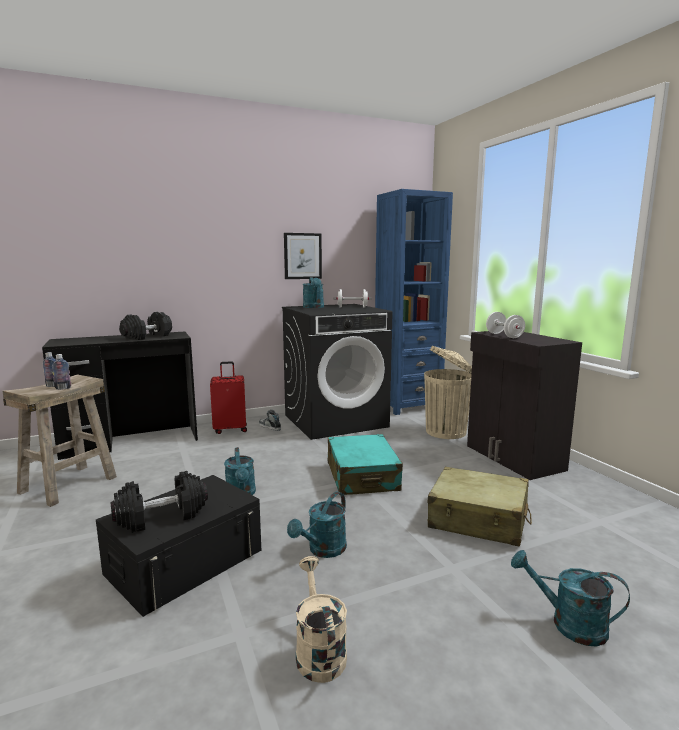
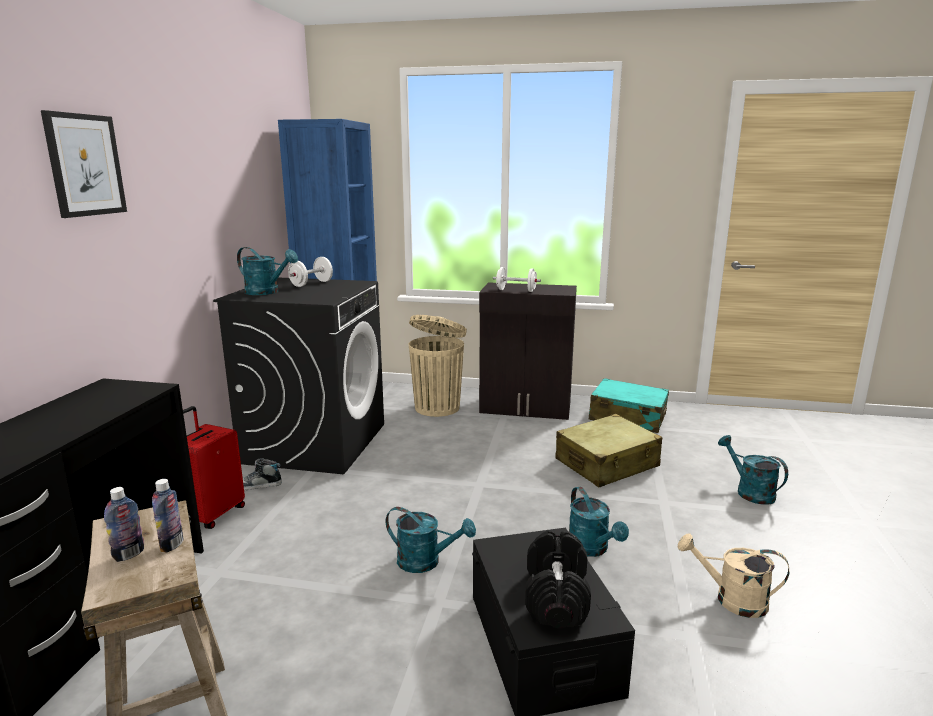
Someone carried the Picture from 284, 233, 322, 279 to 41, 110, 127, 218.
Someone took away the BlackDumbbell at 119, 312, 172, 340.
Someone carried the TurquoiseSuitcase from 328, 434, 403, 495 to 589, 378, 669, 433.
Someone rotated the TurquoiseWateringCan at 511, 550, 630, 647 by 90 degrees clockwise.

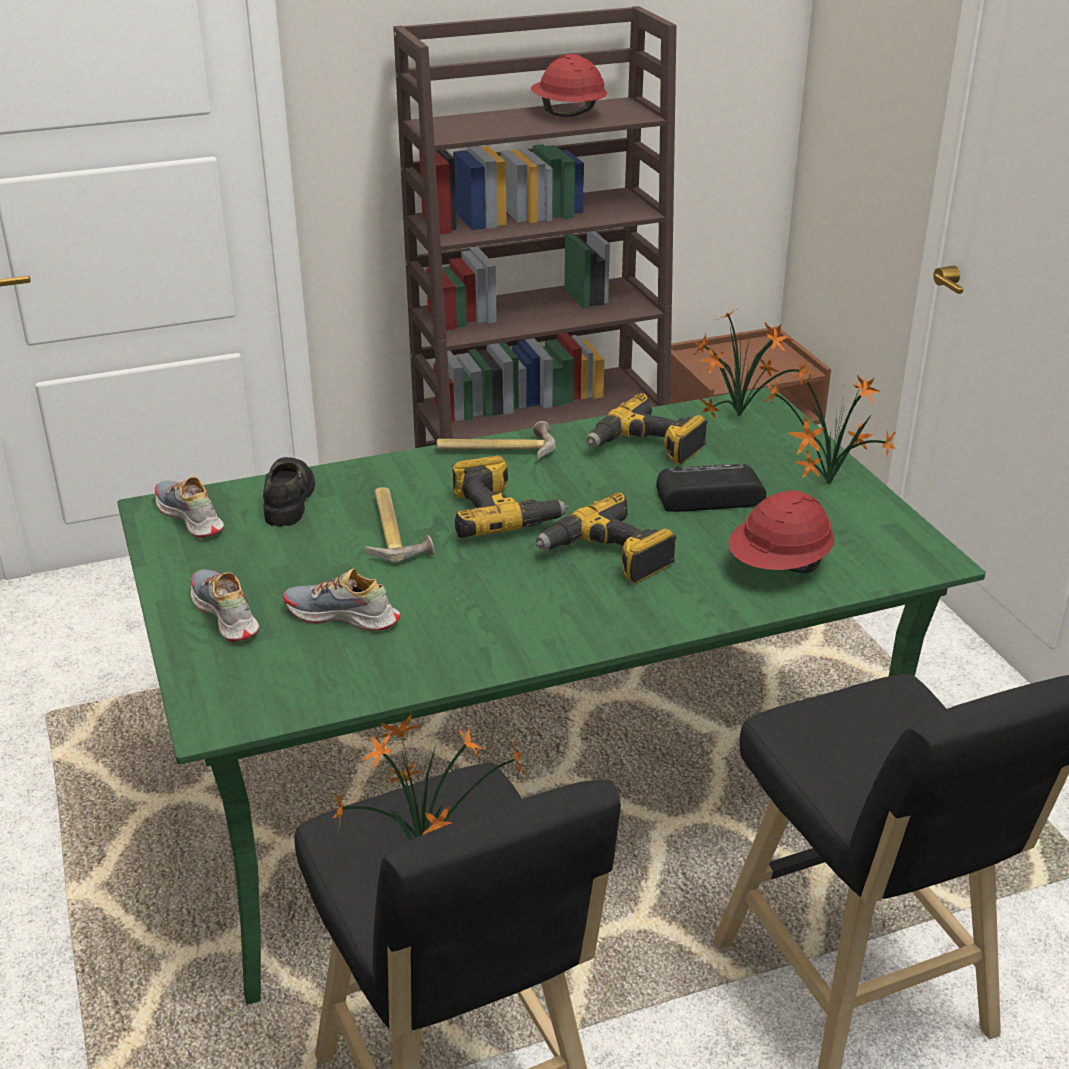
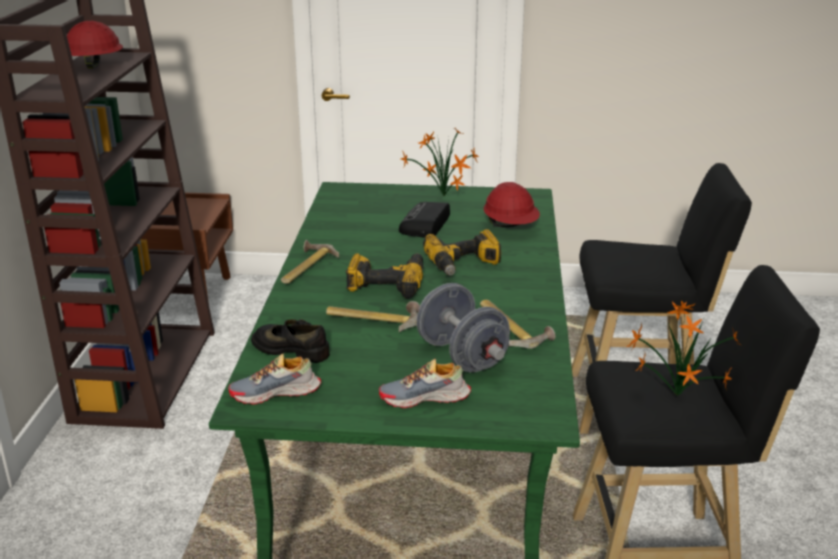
Someone took away the PottedPlant at 692, 307, 811, 421.
Someone took away the PowerDrill at 587, 393, 708, 465.
Someone swapped the Shoe at 283, 569, 400, 631 for the GreyDumbbell at 417, 283, 510, 372.
Someone put down the Hammer at 480, 300, 556, 349.

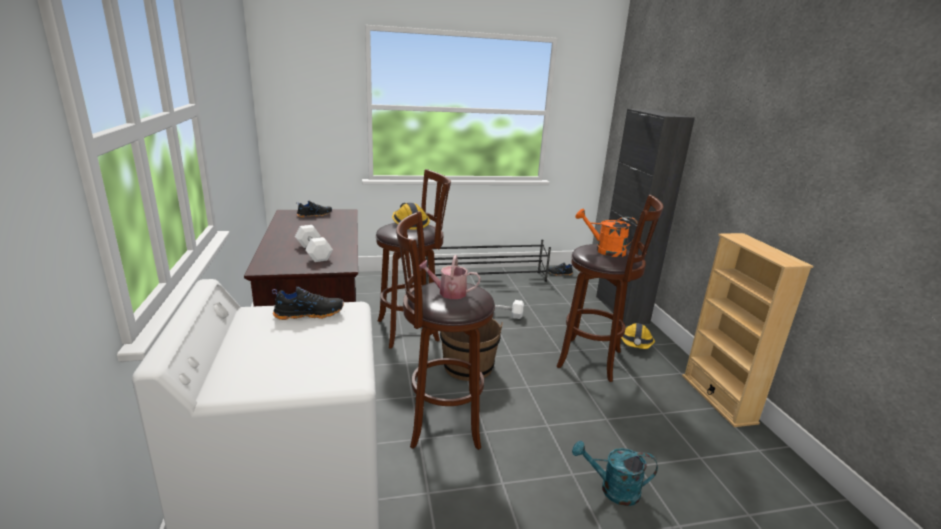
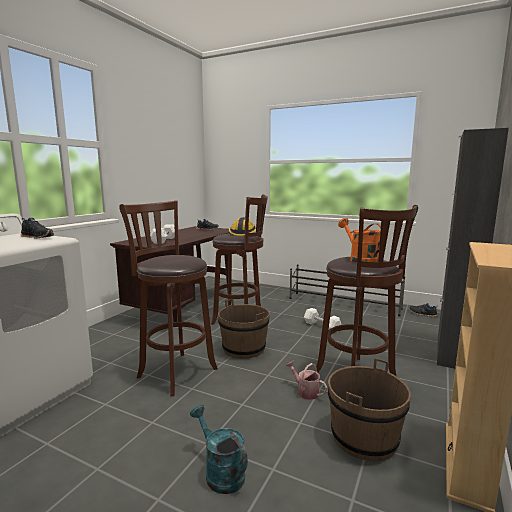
Someone carried the WateringCan from 420, 255, 481, 299 to 286, 361, 327, 400.
Someone took away the HardHat at 621, 323, 655, 349.
Someone put down the BrownBucket at 328, 358, 411, 461.

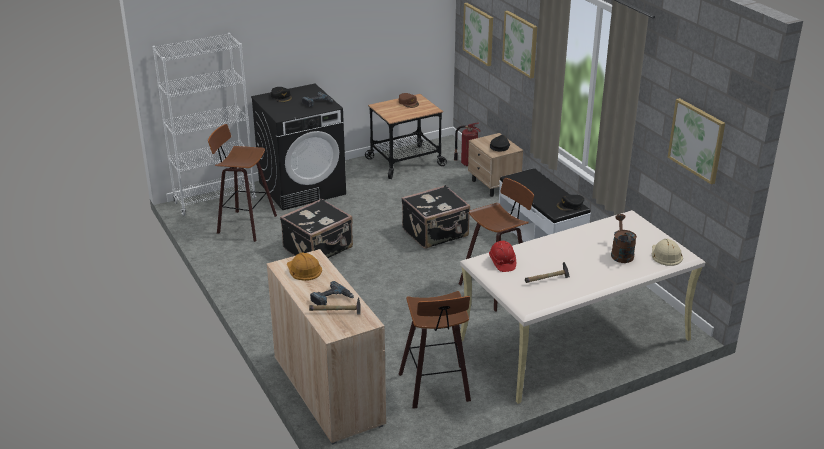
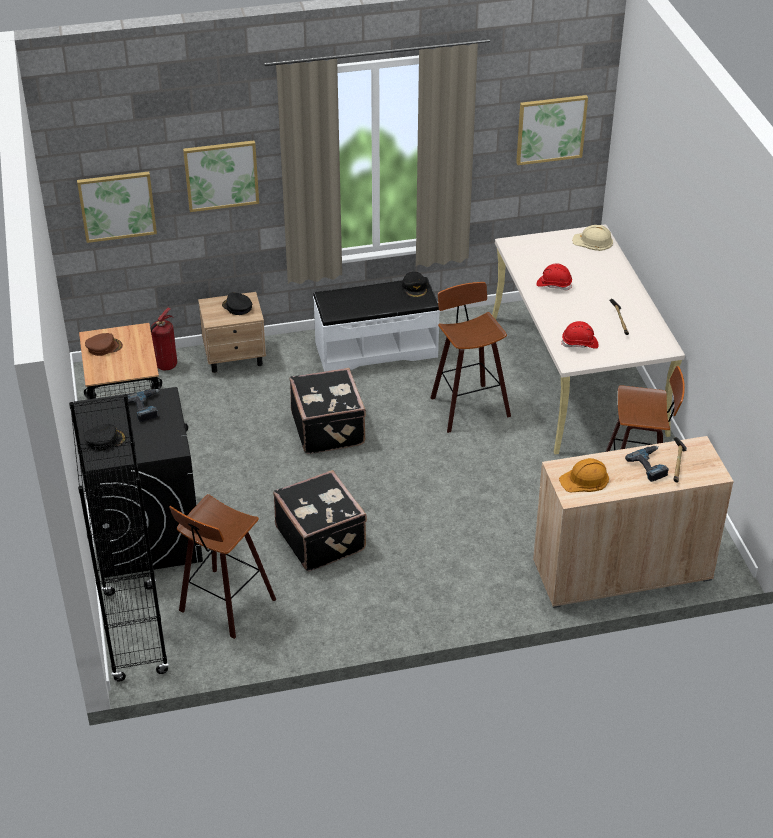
Someone repainted the WhiteBookcase at 152, 33, 256, 216, which became the BlackBookcase at 69, 394, 169, 681.
Someone took away the BrownWateringCan at 611, 214, 637, 263.
Someone put down the RedHardHat at 537, 264, 572, 290.

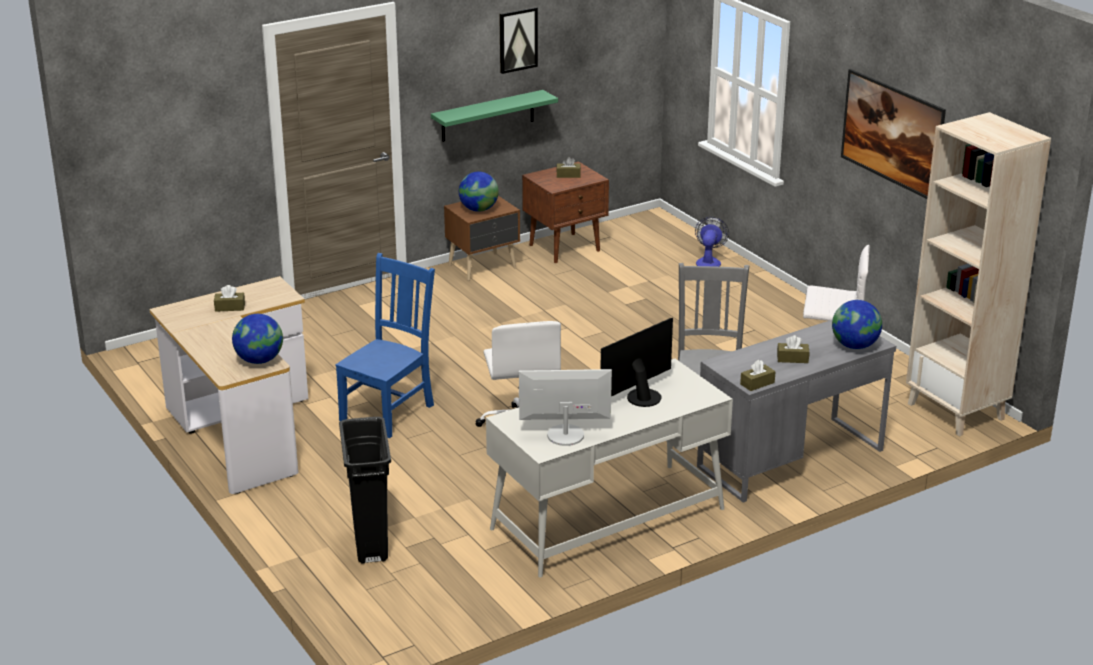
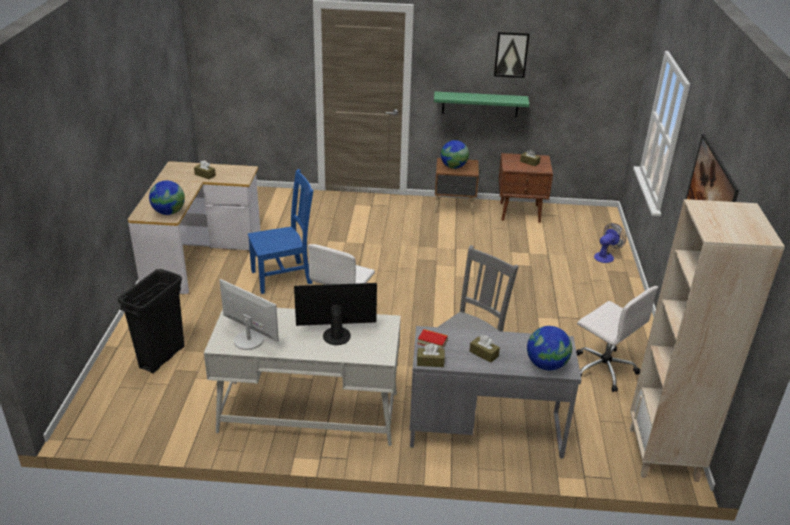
Someone put down the Book at 418, 329, 448, 349.

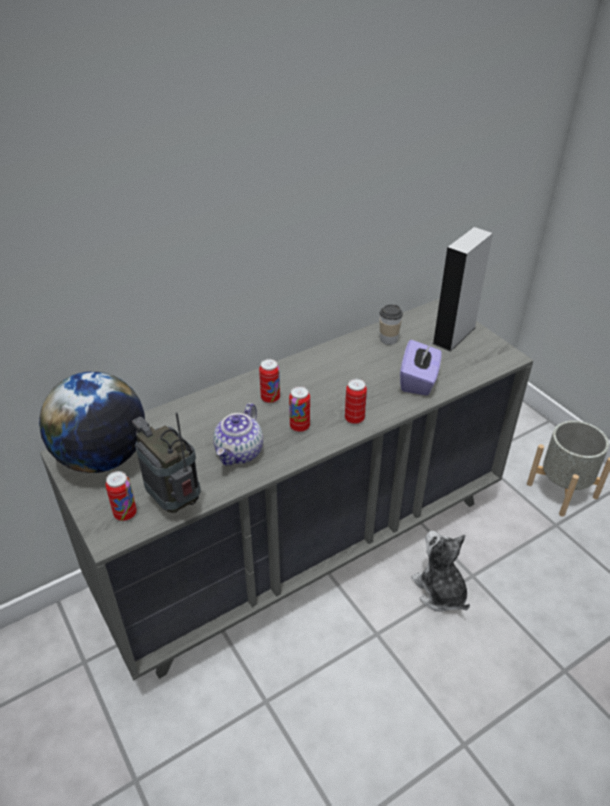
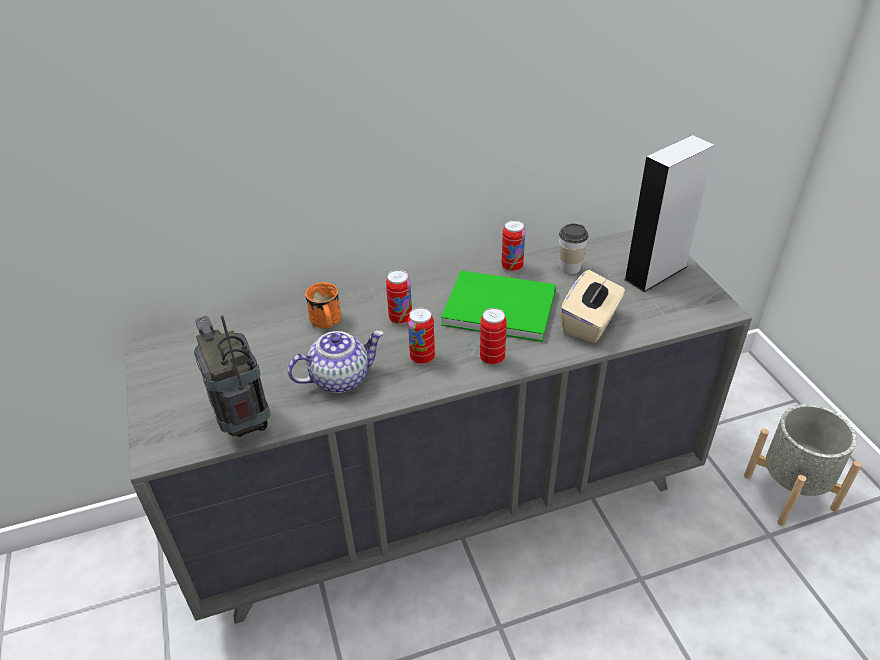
Someone repainted the PurpleTissueBox at 400, 340, 442, 396, which became the BeigeTissueBox at 560, 270, 625, 343.
Someone took away the Globe at 39, 372, 145, 473.
Someone rotated the Teapot at 213, 403, 263, 466 by 150 degrees counterclockwise.
Someone carried the Can from 106, 471, 137, 521 to 501, 220, 525, 272.
Someone took away the PlushToy at 411, 530, 470, 612.
Someone put down the GreenBook at 441, 271, 556, 342.
Someone put down the OrangeMug at 305, 282, 341, 329.

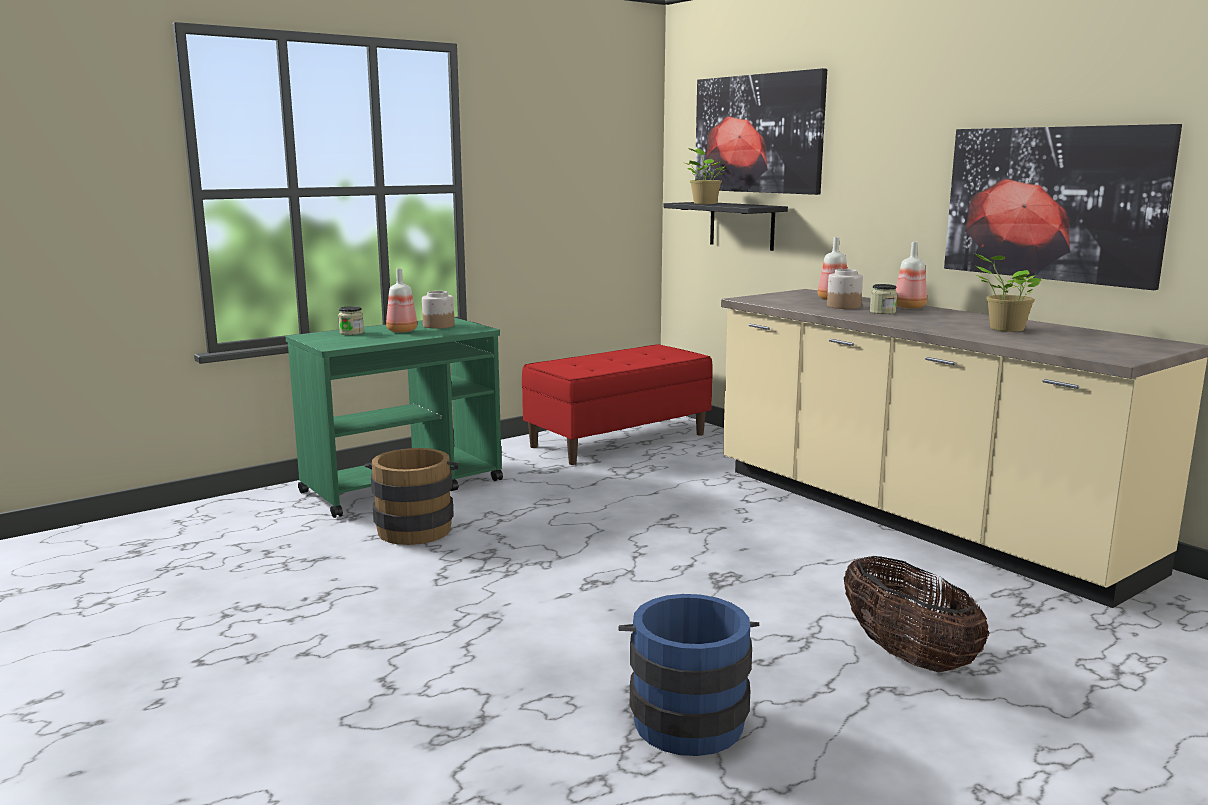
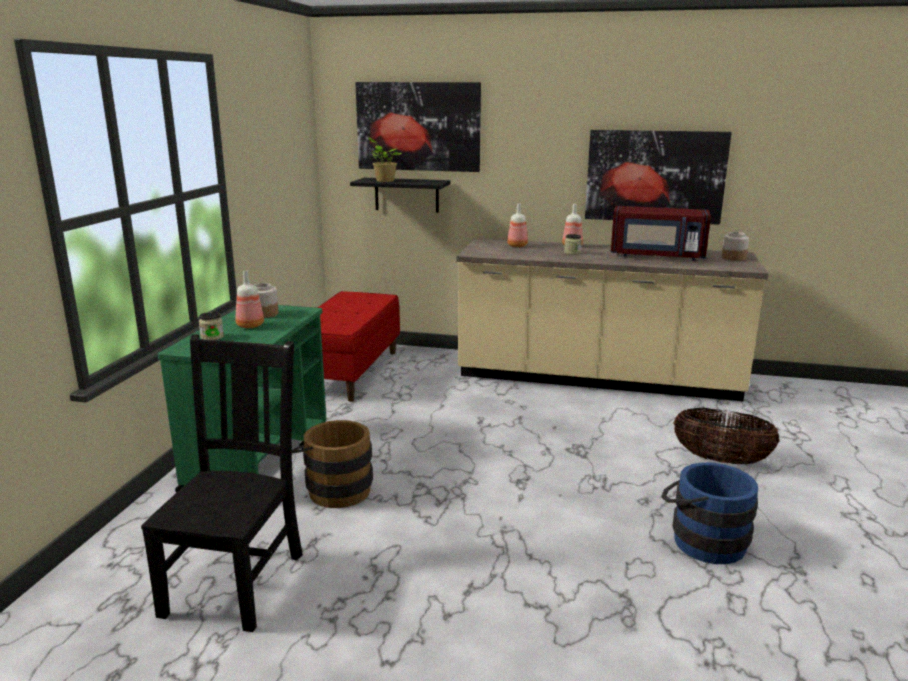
Someone swapped the PottedPlant at 974, 253, 1042, 332 for the RedMicrowave at 611, 206, 711, 261.
Someone carried the Jar from 827, 269, 863, 309 to 722, 232, 749, 261.
Someone put down the BlackChair at 141, 334, 303, 632.

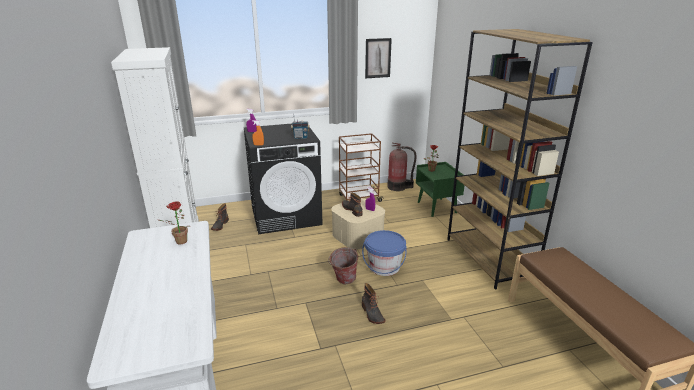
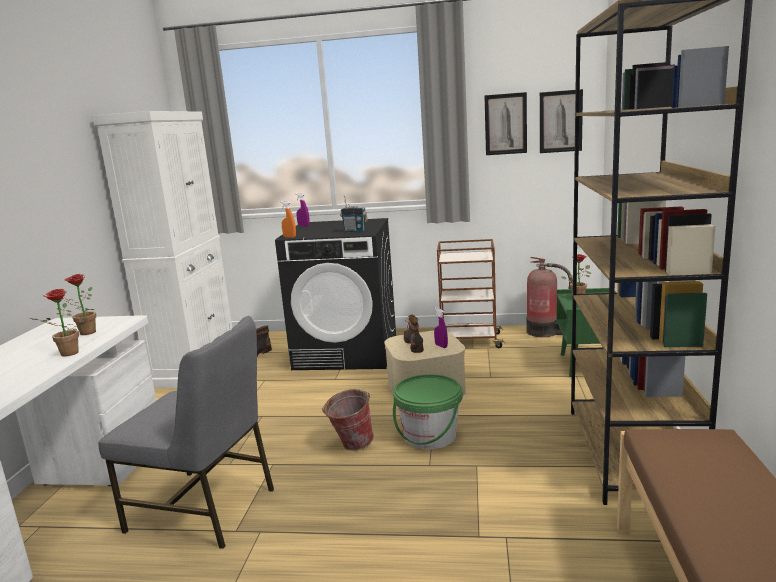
Someone repainted the BlueBucket at 362, 230, 407, 276, which became the GreenBucket at 393, 374, 463, 449.
Someone took away the Boot at 362, 283, 385, 324.
Someone put up the Picture at 540, 89, 583, 153.
Someone put down the PottedPlant at 29, 289, 85, 357.
Someone put down the GreyChair at 98, 316, 274, 549.

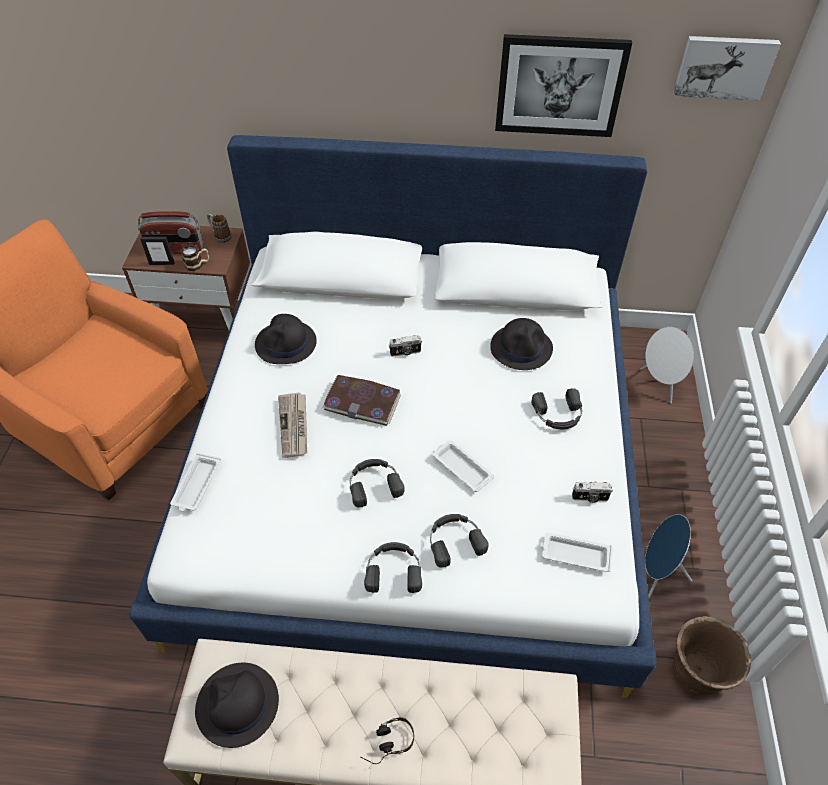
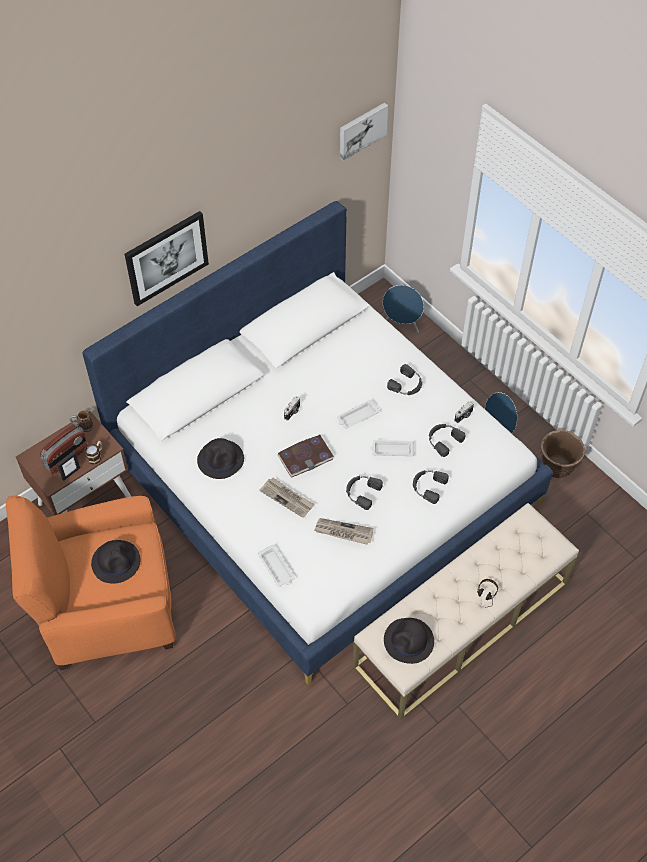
Someone carried the Picture from 495, 34, 632, 137 to 124, 211, 209, 306.
Someone carried the BlackHat from 490, 318, 553, 370 to 91, 540, 140, 584.
Someone repainted the WhiteSpeaker at 640, 327, 694, 404, which became the BlueSpeaker at 383, 285, 424, 333.
Someone carried the WhiteTray from 540, 533, 613, 572 to 337, 399, 380, 429.
Someone carried the BlackHeadphones from 364, 542, 422, 593 to 429, 424, 466, 457.
Someone put down the Newspaper at 314, 518, 374, 545.

